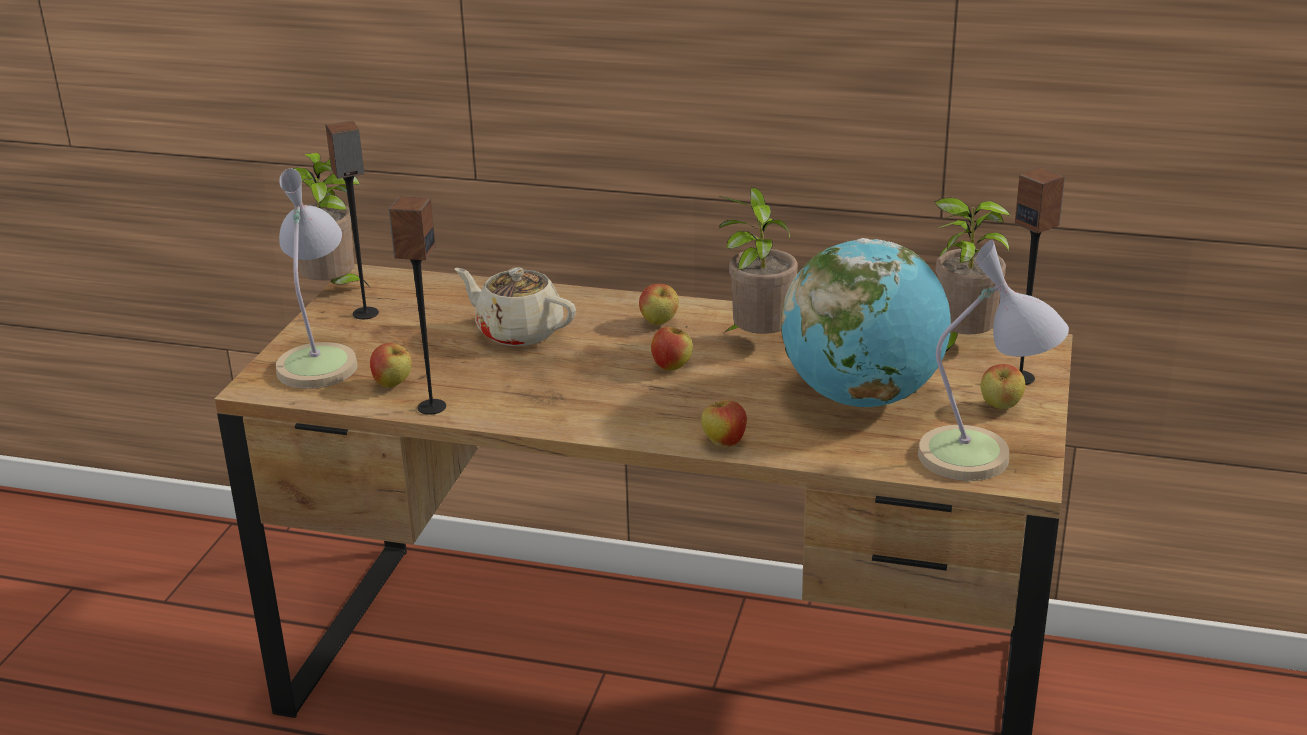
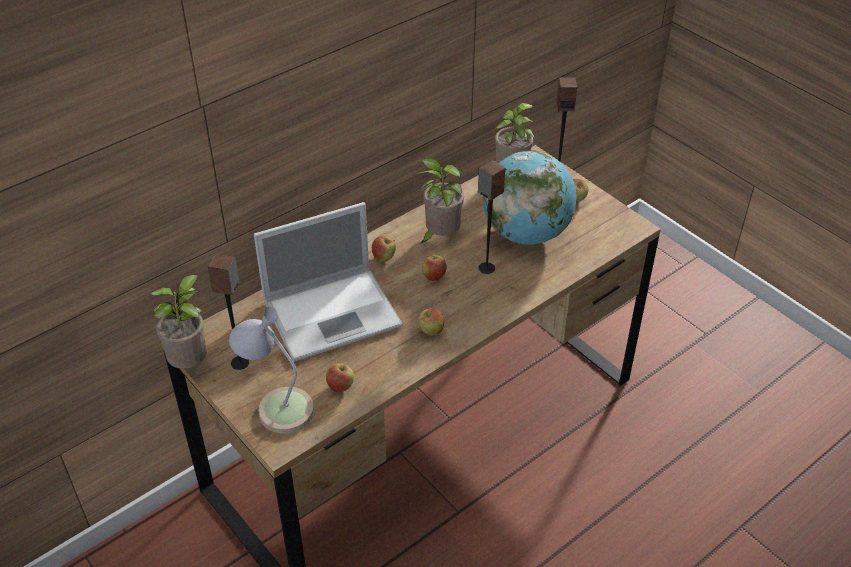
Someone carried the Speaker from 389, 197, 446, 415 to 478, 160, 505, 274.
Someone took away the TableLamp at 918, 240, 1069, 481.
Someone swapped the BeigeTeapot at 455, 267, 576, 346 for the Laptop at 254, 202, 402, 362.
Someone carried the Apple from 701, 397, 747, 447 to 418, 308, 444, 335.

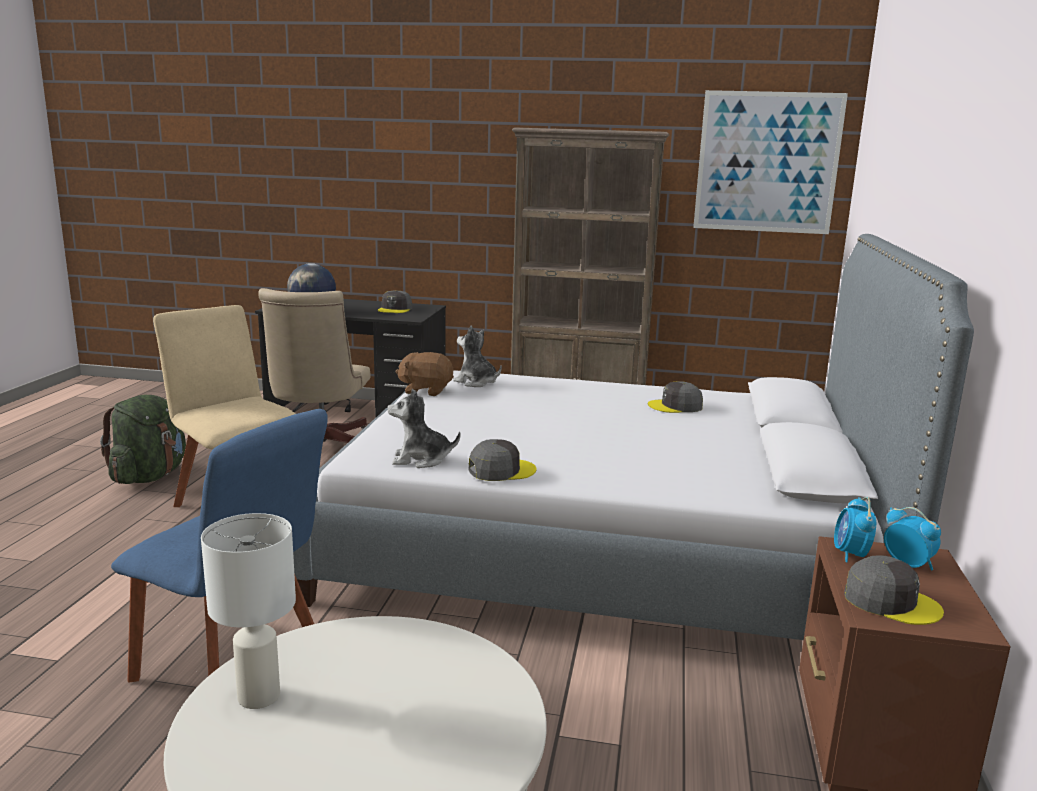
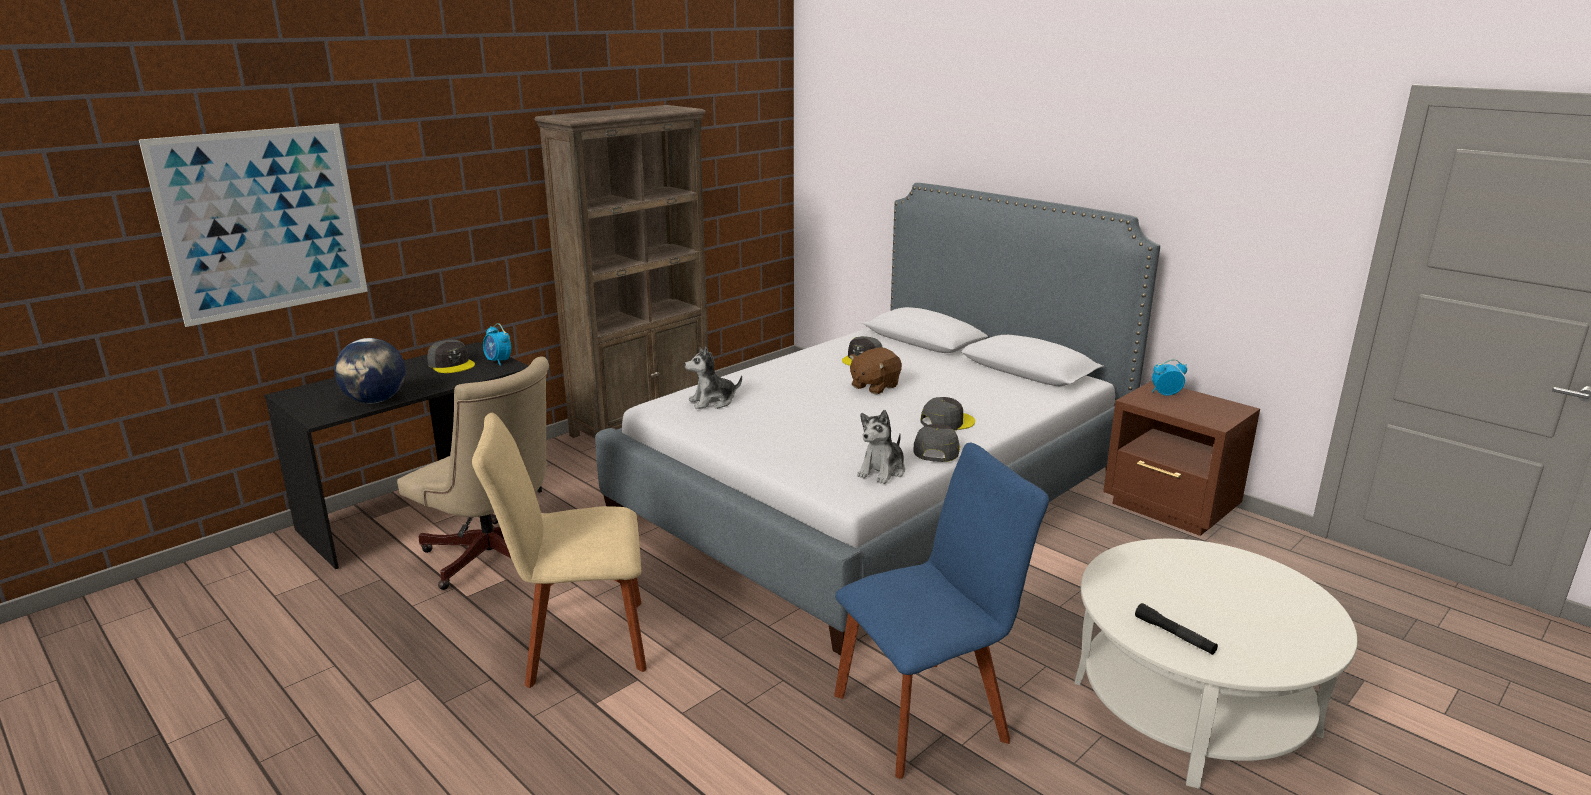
Someone carried the Picture from 693, 90, 848, 234 to 139, 124, 368, 327.
Someone carried the BrownPlushToy from 395, 352, 454, 396 to 849, 348, 902, 394.
Someone took away the GreenBackpack at 100, 395, 186, 484.
Someone carried the AlarmClock from 834, 497, 877, 563 to 483, 323, 511, 366.
Someone swapped the WhiteTableLamp at 201, 513, 296, 709 for the BlackFlashlight at 1135, 603, 1218, 655.
Someone carried the GreyCap from 844, 555, 944, 625 to 921, 397, 975, 431.

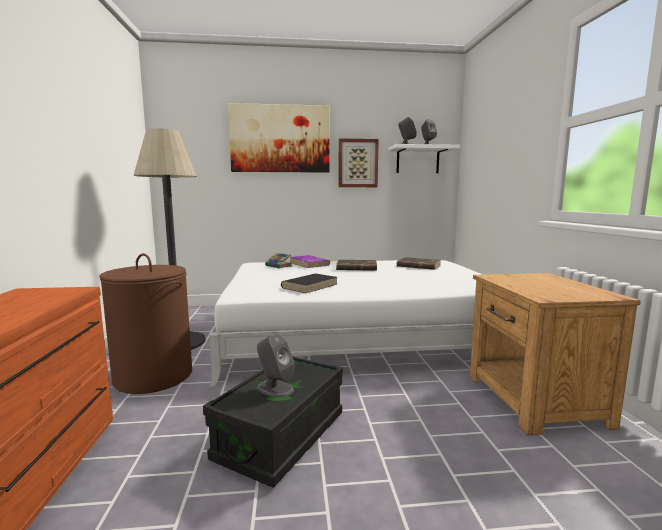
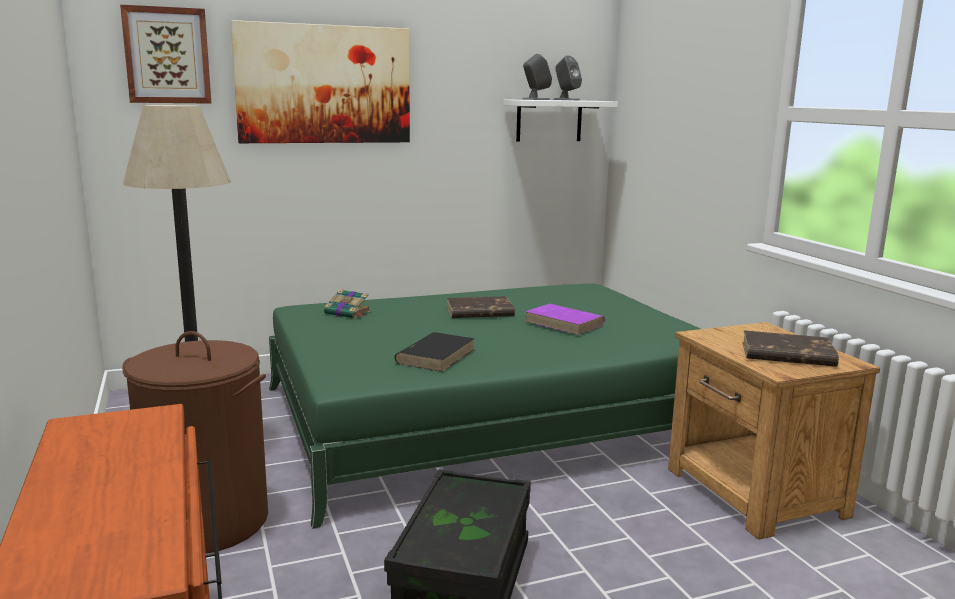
Someone carried the Picture from 339, 138, 379, 187 to 120, 4, 212, 104.
Someone carried the PurpleBook from 290, 255, 330, 268 to 525, 304, 605, 335.
Someone carried the BrownBook from 397, 257, 441, 270 to 742, 330, 839, 367.
Someone repainted the WhiteBed at 209, 260, 483, 387, which became the GreenBed at 269, 283, 701, 529.
Someone took away the GreySpeaker at 257, 333, 295, 398.

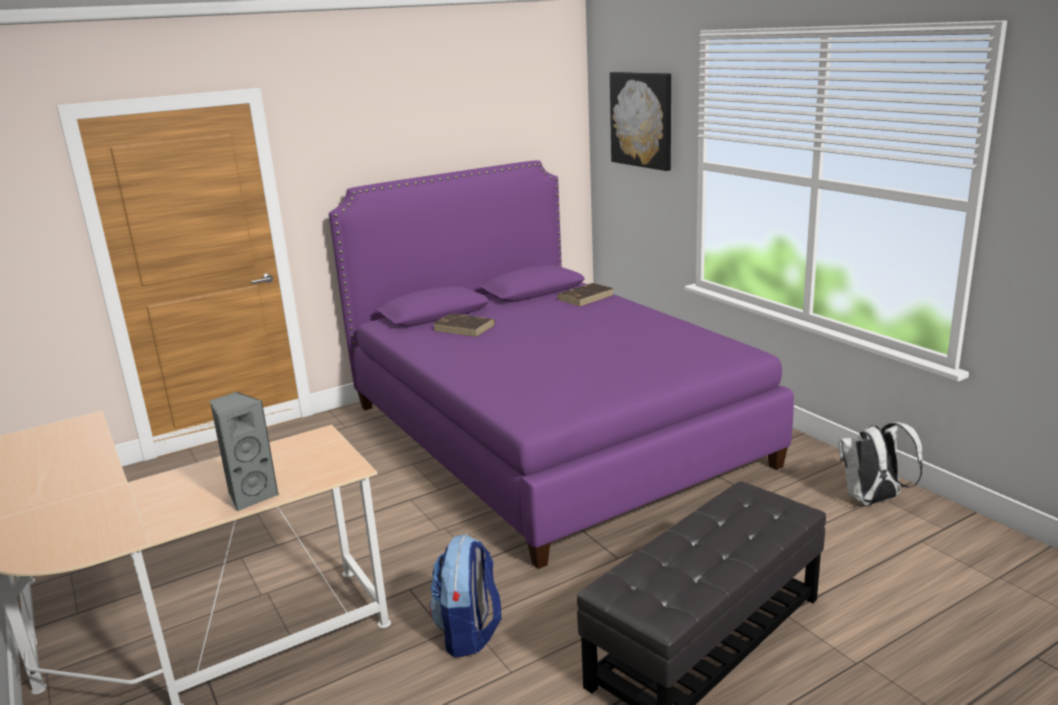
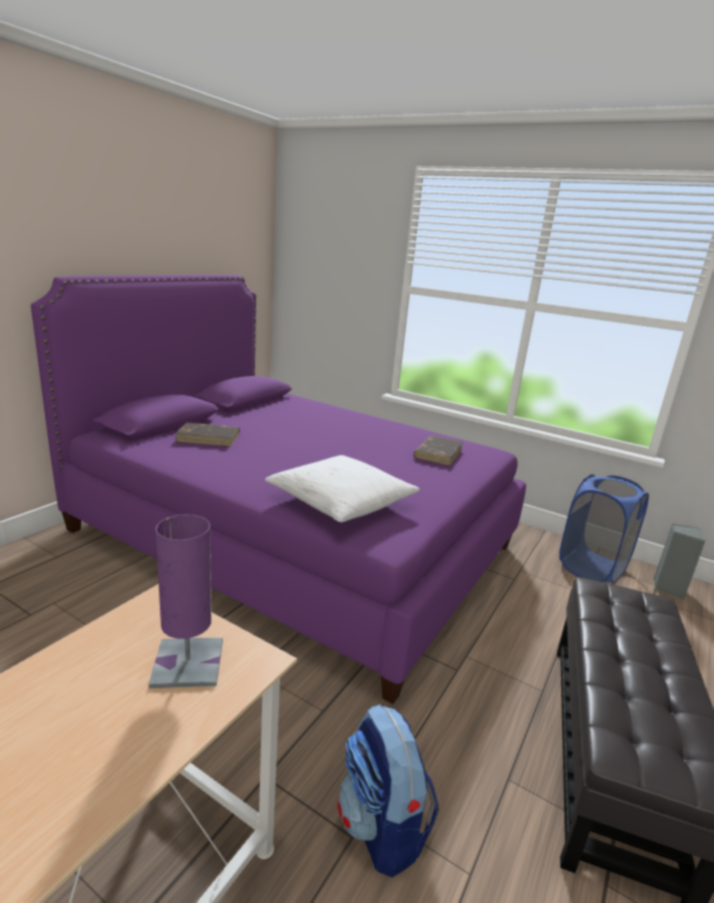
Someone took away the Picture at 610, 72, 671, 171.
Someone carried the BrownBook from 557, 283, 614, 306 to 414, 435, 463, 466.
Someone carried the GreySpeaker from 210, 392, 279, 511 to 653, 524, 705, 599.
Someone swapped the WhiteBackpack at 839, 422, 923, 506 for the BlueLaundryBasket at 559, 474, 649, 584.
Someone put down the WhitePillow at 265, 455, 420, 522.
Someone put down the PurpleTableLamp at 149, 514, 223, 688.

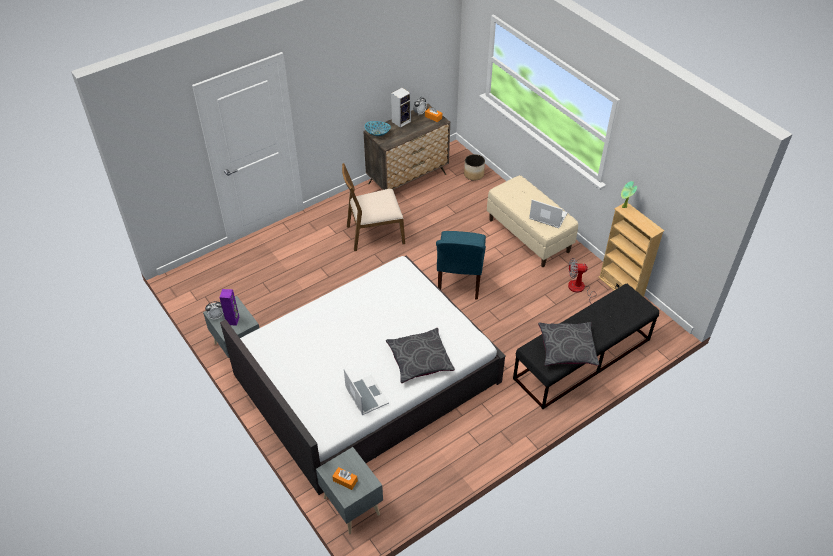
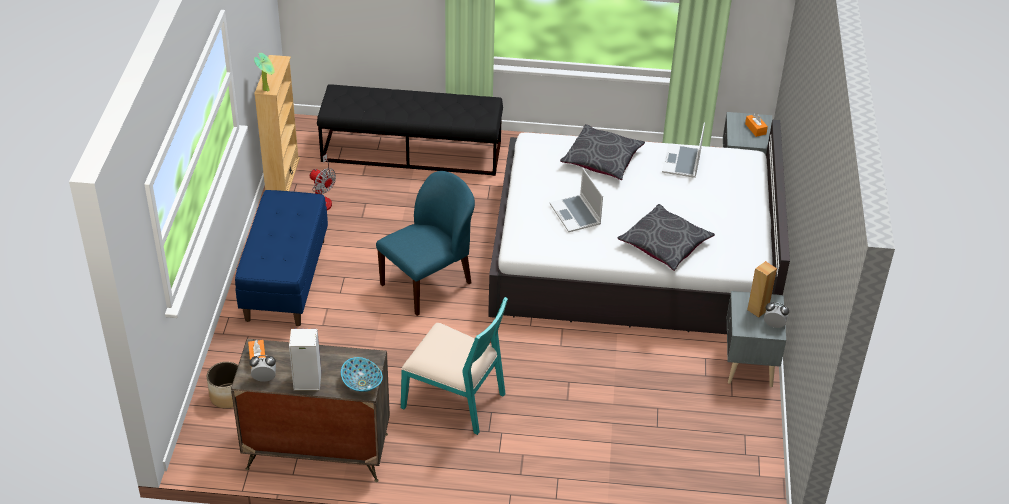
Someone repainted the BrownChair at 342, 163, 405, 251, which became the TurquoiseChair at 401, 297, 508, 435.
Someone repainted the BeigeBench at 487, 175, 578, 267, which became the BlueBench at 235, 190, 328, 326.
Someone carried the Laptop from 529, 200, 568, 228 to 550, 168, 603, 232.
Someone repainted the PurpleSpeaker at 219, 289, 239, 326, which became the BrownSpeaker at 747, 261, 777, 318.
Someone carried the GreyPillow from 538, 322, 600, 366 to 617, 204, 715, 271.

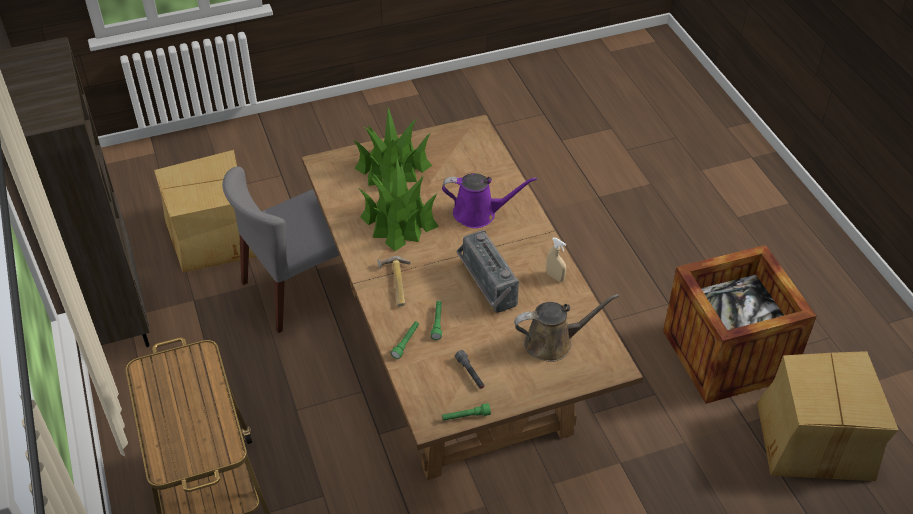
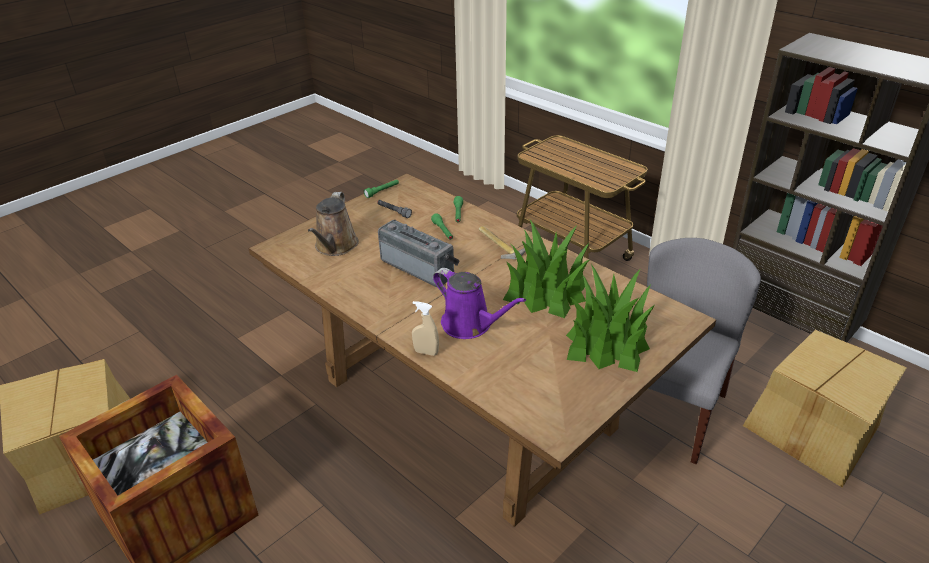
Someone rotated the PurpleWateringCan at 442, 173, 537, 228 by 120 degrees counterclockwise.
Someone carried the BeigeSprayBottle from 546, 237, 566, 282 to 412, 301, 439, 356.
Someone rotated the BrownWateringCan at 514, 294, 619, 362 by 45 degrees counterclockwise.

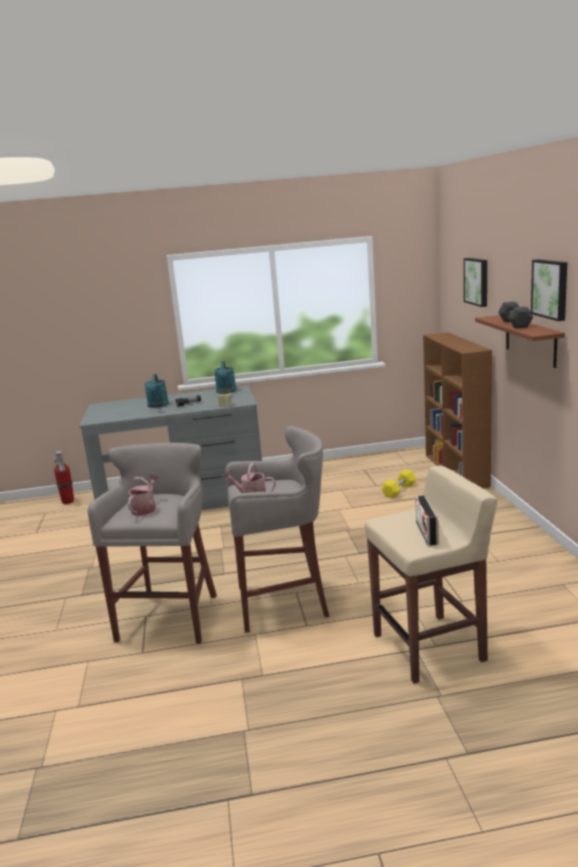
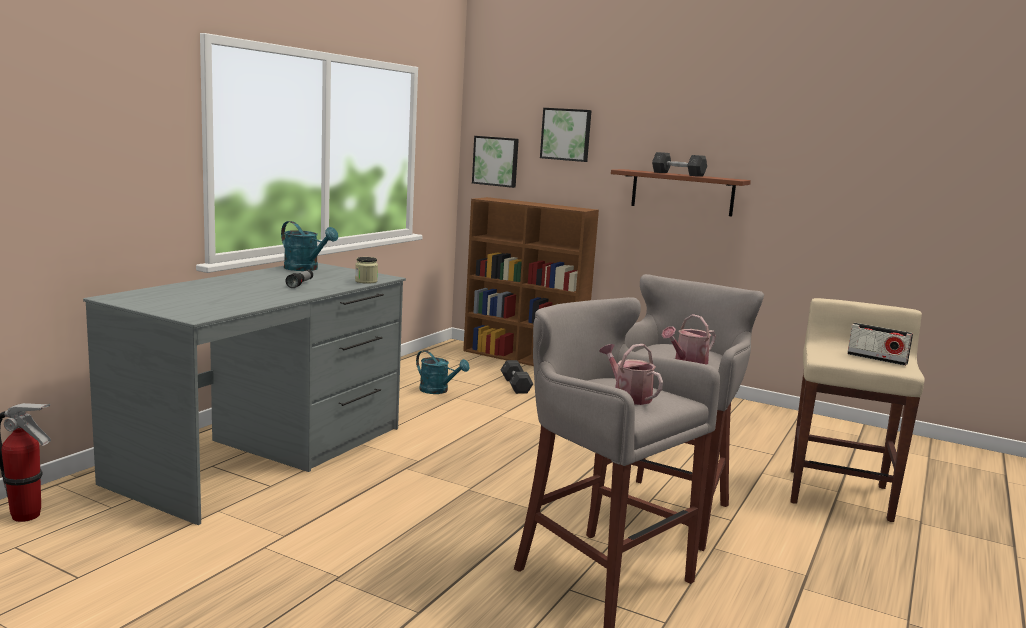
Someone carried the Picture from 531, 259, 567, 321 to 472, 136, 519, 188.
Someone carried the TurquoiseWateringCan from 144, 374, 169, 408 to 416, 350, 469, 394.
Someone repainted the YellowDumbbell at 381, 469, 416, 498, which became the GreyDumbbell at 501, 360, 533, 394.

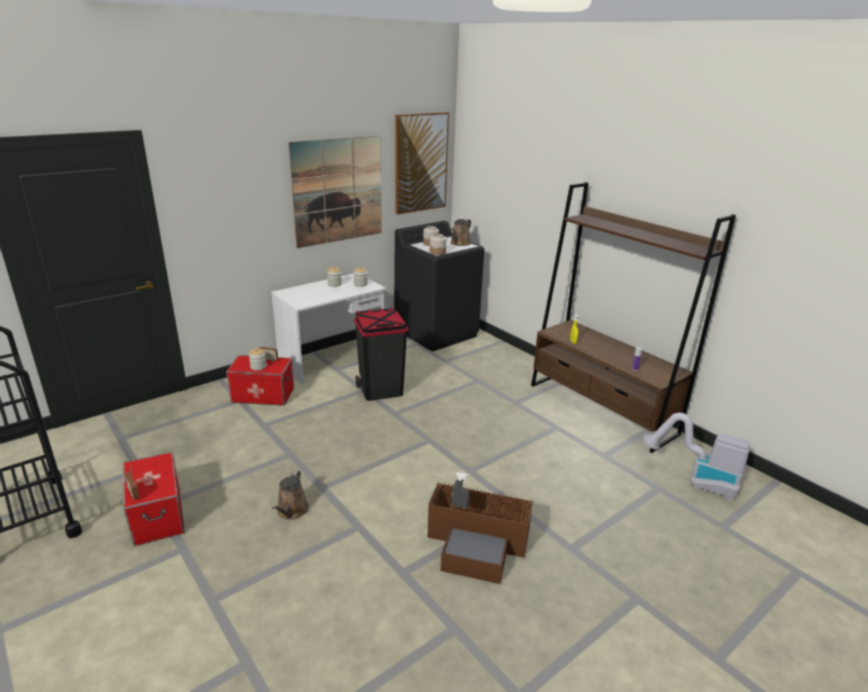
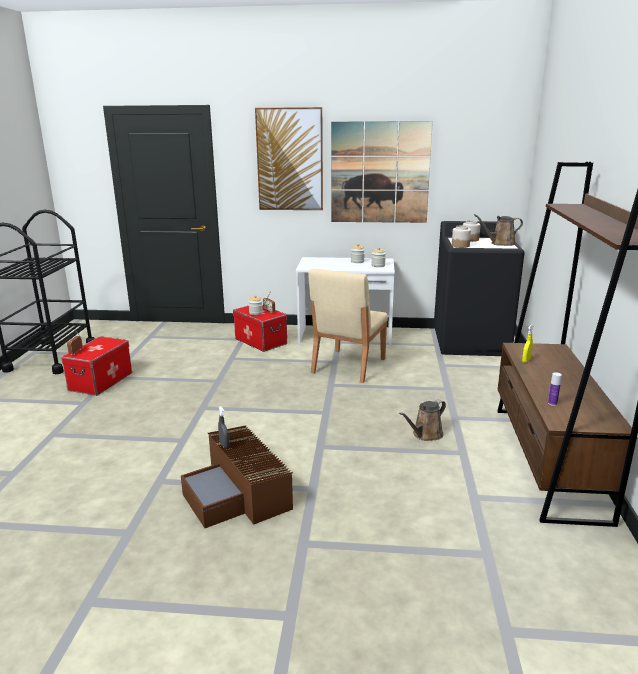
Someone carried the Picture from 395, 112, 449, 215 to 255, 107, 323, 210.
Someone swapped the BlackTrashCan at 354, 307, 408, 401 for the BeigeChair at 308, 269, 388, 383.
Someone took away the VacuumCleaner at 643, 413, 750, 500.
Someone carried the BrownWateringCan from 272, 470, 309, 520 to 399, 400, 446, 441.

